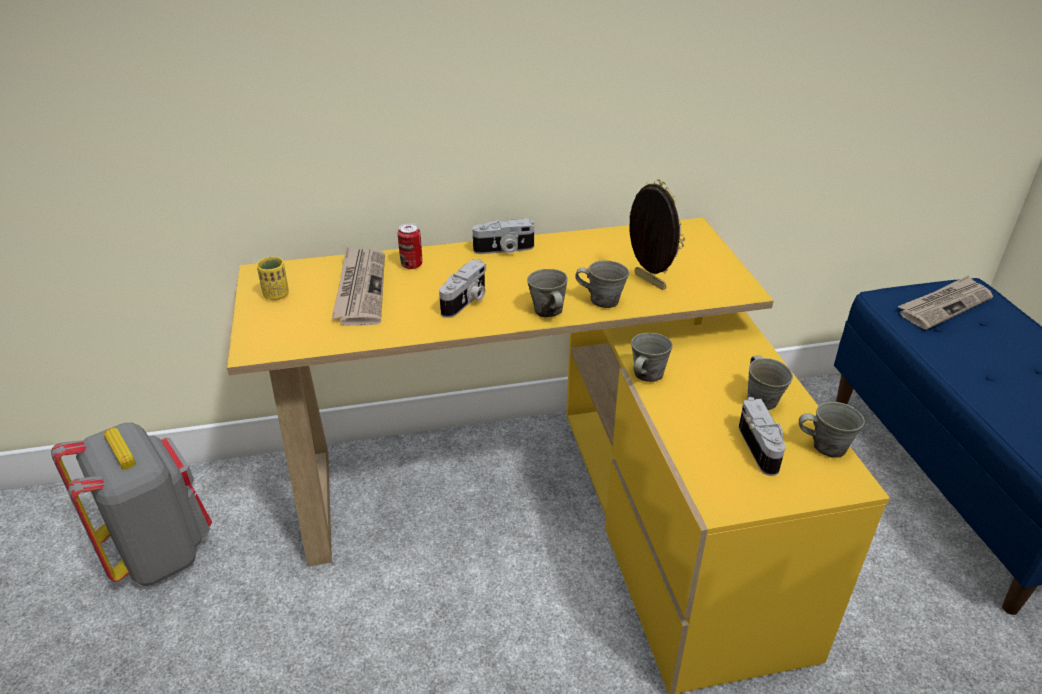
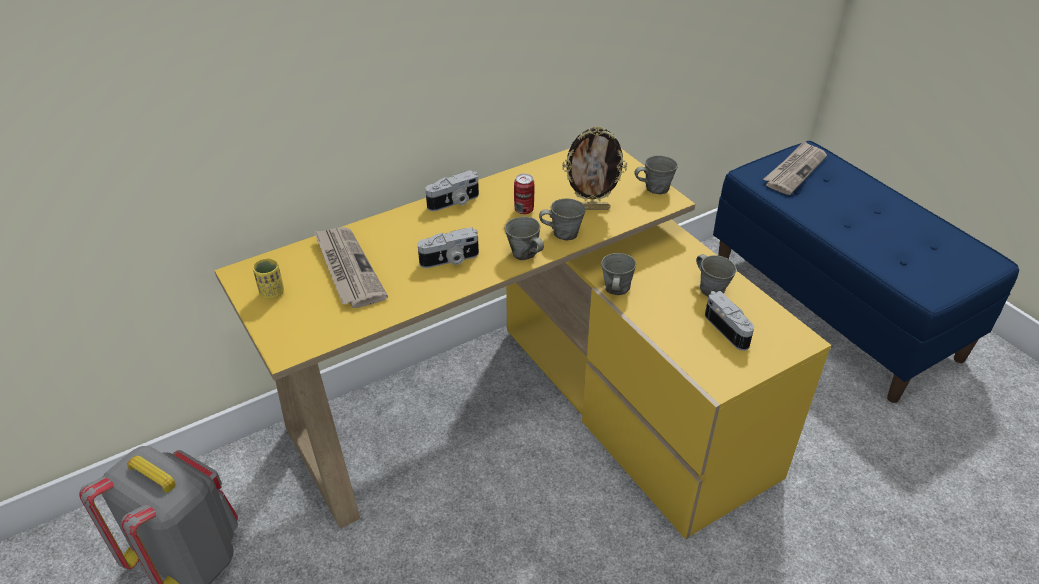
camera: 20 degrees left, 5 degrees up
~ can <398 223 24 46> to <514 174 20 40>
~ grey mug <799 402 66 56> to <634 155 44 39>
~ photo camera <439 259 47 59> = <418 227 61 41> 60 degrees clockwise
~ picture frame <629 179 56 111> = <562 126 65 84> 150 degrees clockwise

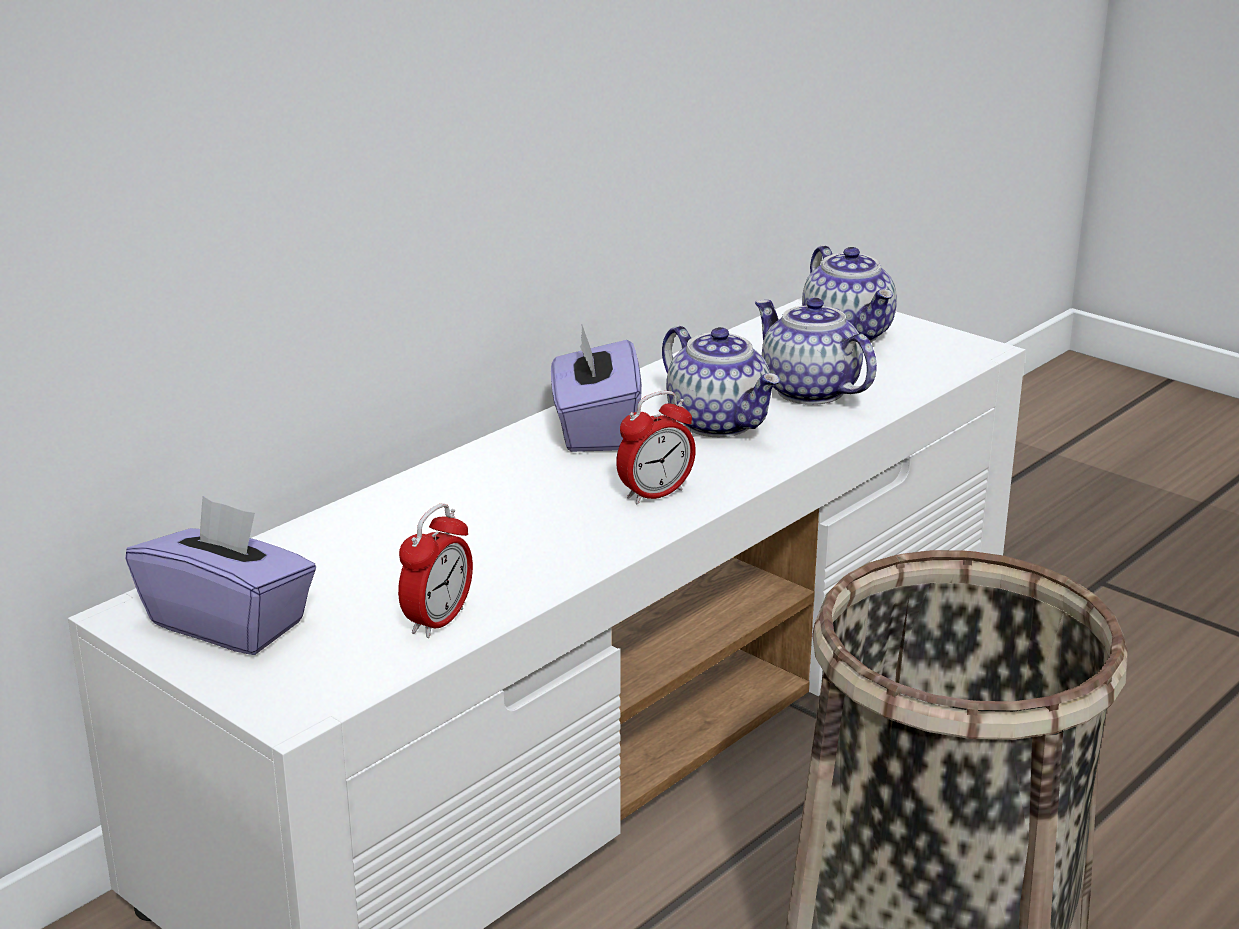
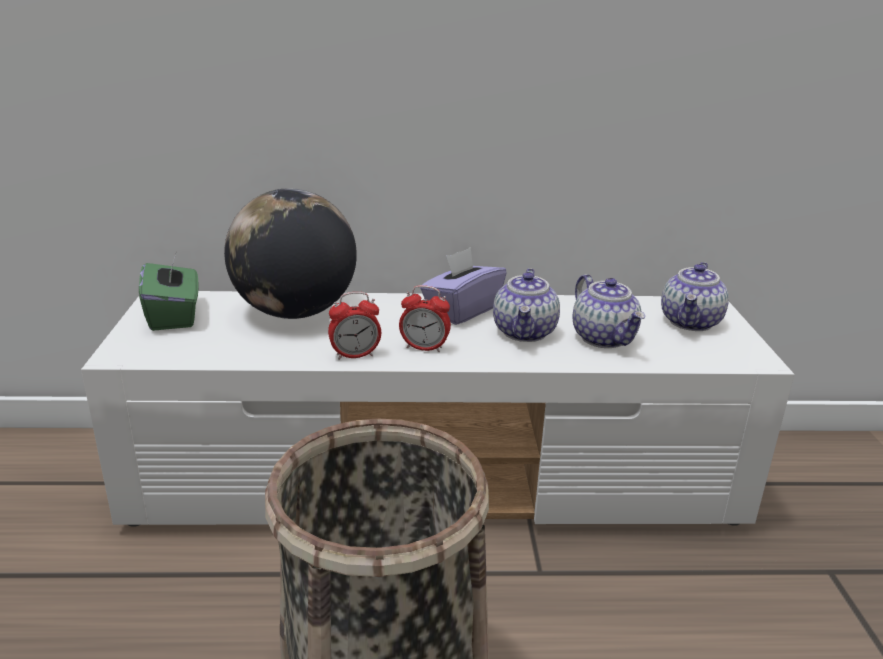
camera: 45 degrees right, 0 degrees up
+ globe <224 188 133 131>
~ alarm clock <398 503 75 135> to <328 292 53 68>
~ purple tissue box <125 496 191 159> to green tissue box <139 251 60 80>
~ teapot <755 298 122 107> = <573 274 72 74> 150 degrees clockwise

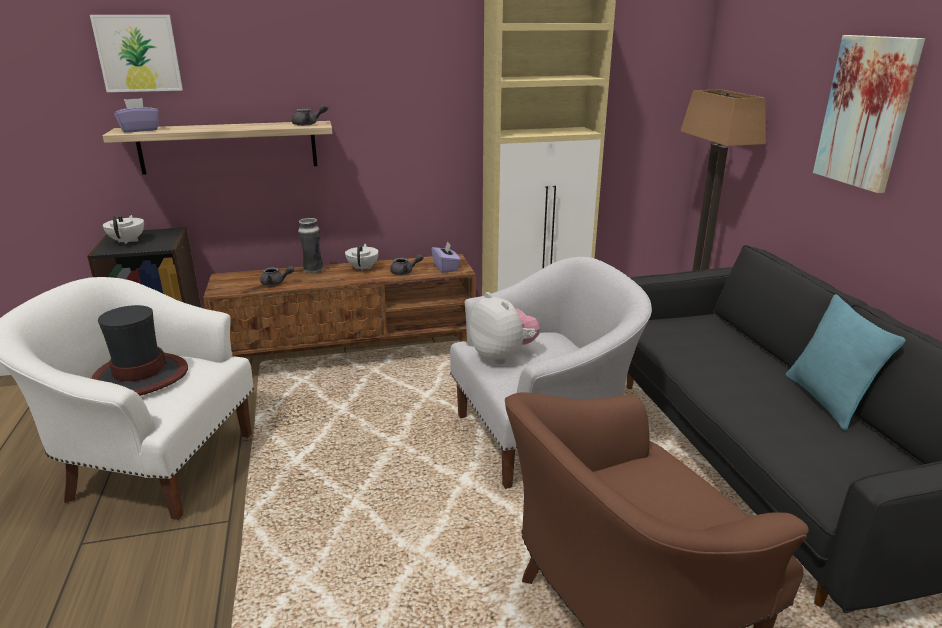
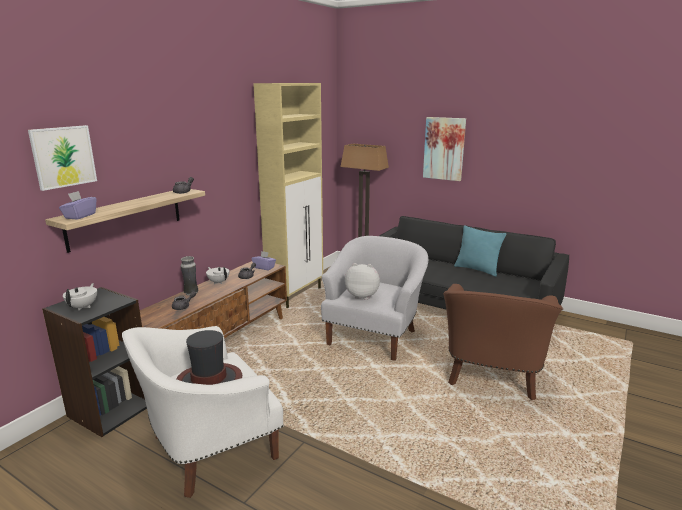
camera: 45 degrees left, 5 degrees down
~ white teapot <103 215 41 29> = <63 283 34 28> 60 degrees clockwise

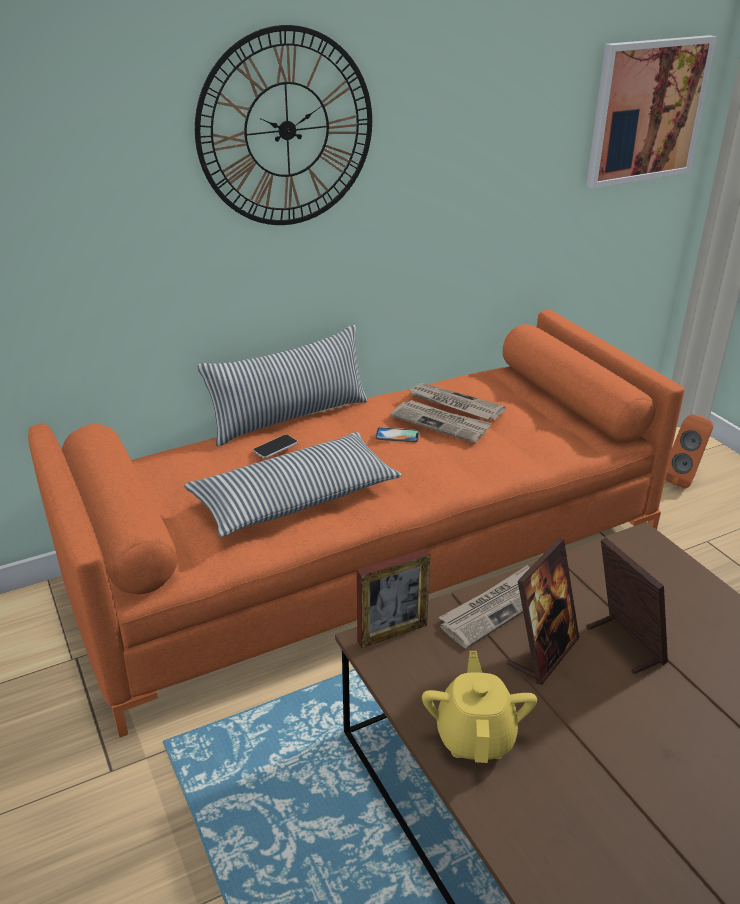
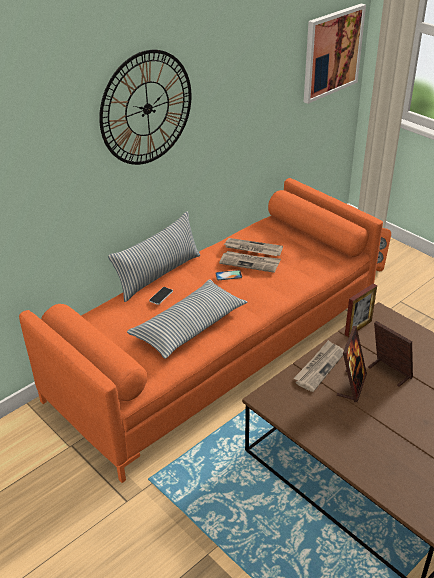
camera: 15 degrees left, 5 degrees up
- yellow teapot <422 651 115 112>
~ picture frame <357 549 73 99> to <345 283 32 54>

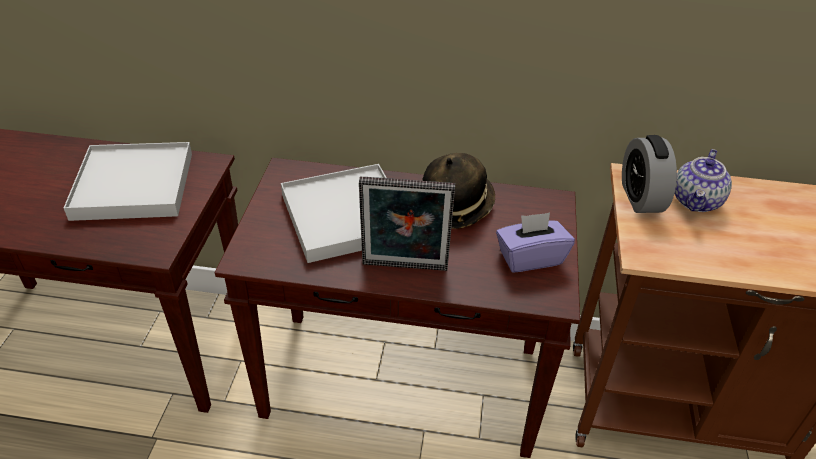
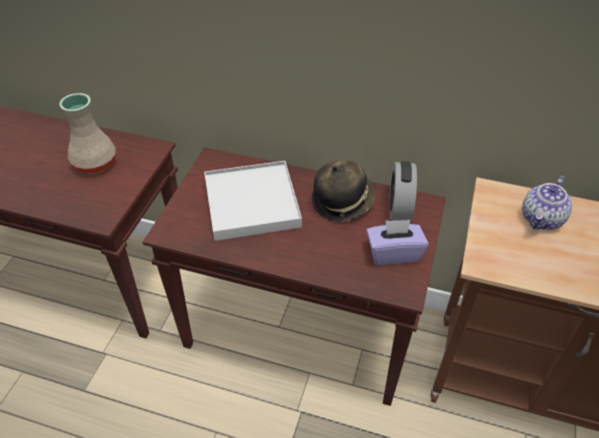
camera: 10 degrees right, 5 degrees up
- picture frame <359 177 96 94>
~ alarm clock <622 135 55 78> to <390 161 27 60>
~ white tray <64 142 128 79> to beige vase <59 93 57 81>

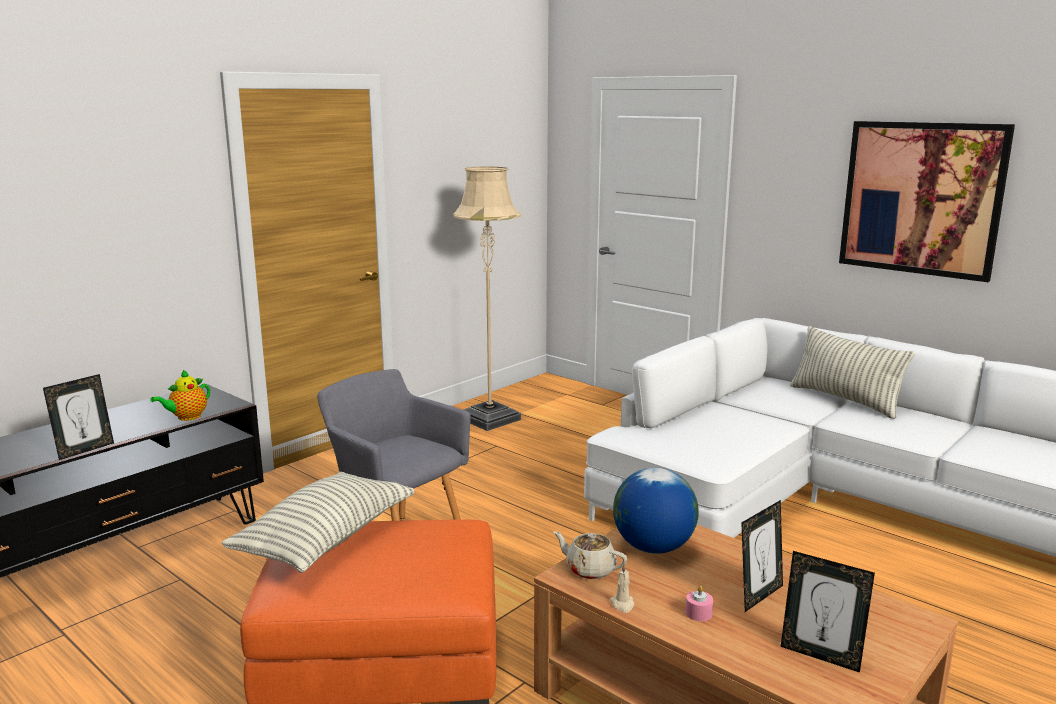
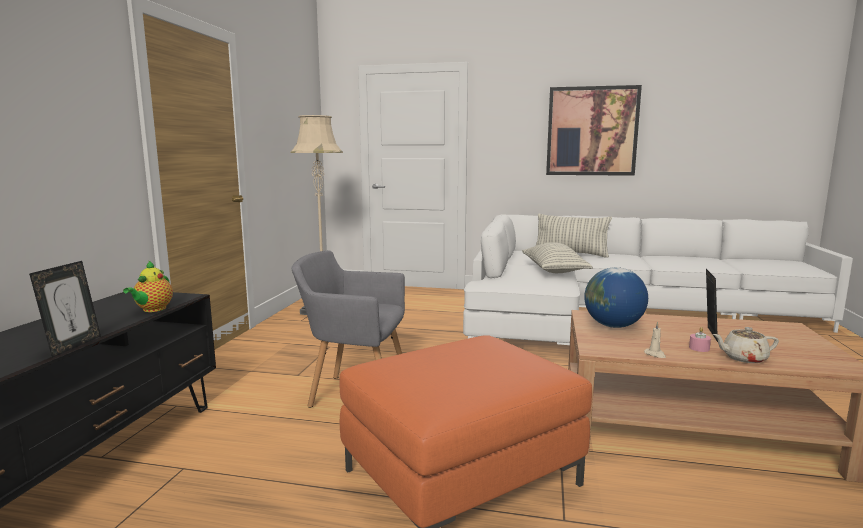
camera: 30 degrees left, 5 degrees down
- picture frame <780 551 95 122>
~ pillow <222 472 193 101> to <522 242 71 31>
~ beige teapot <553 531 74 48> to <713 327 66 36>

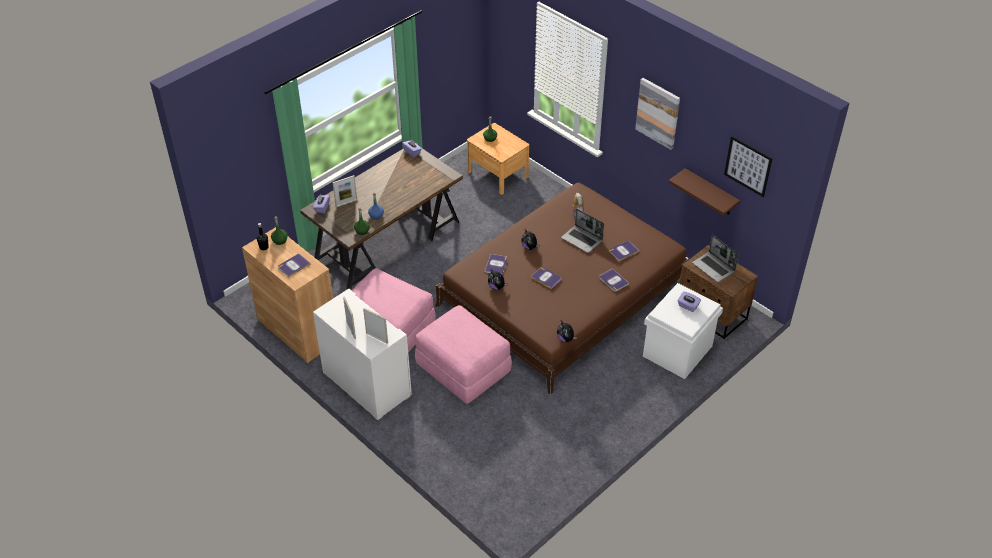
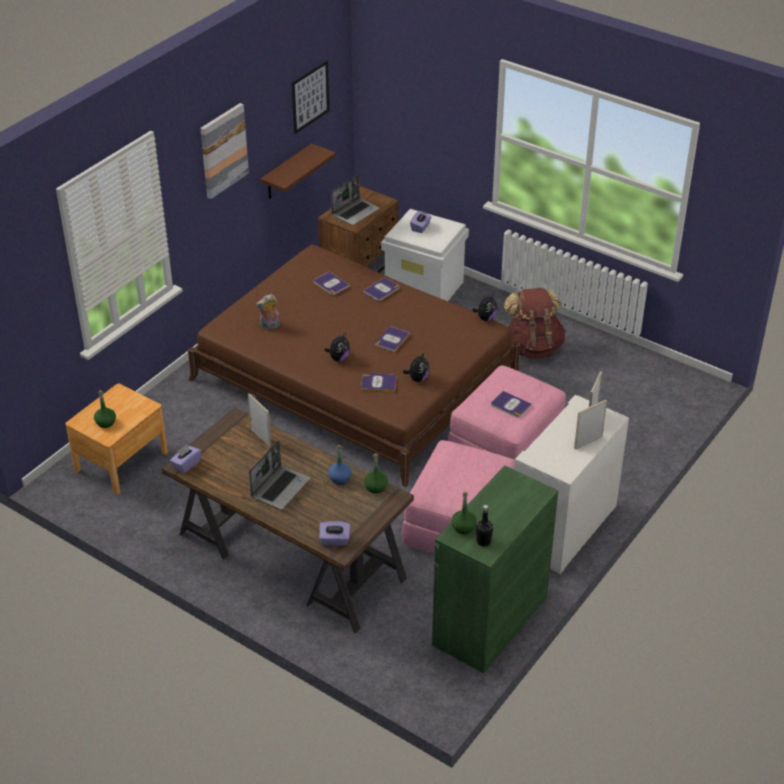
camera: 100 degrees left, 5 degrees down
+ brown backpack <504 288 62 71>
~ book <278 254 33 23> to <491 391 41 27>
~ picture frame <332 175 25 32> to <248 394 24 53>
~ laptop <561 208 43 45> to <249 440 61 70>
~ brown cabinet <242 227 91 136> to green cabinet <432 465 126 208>

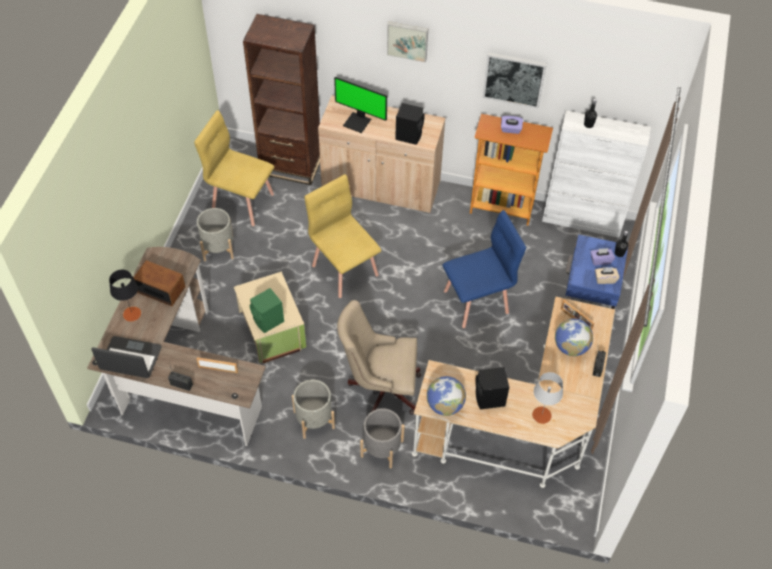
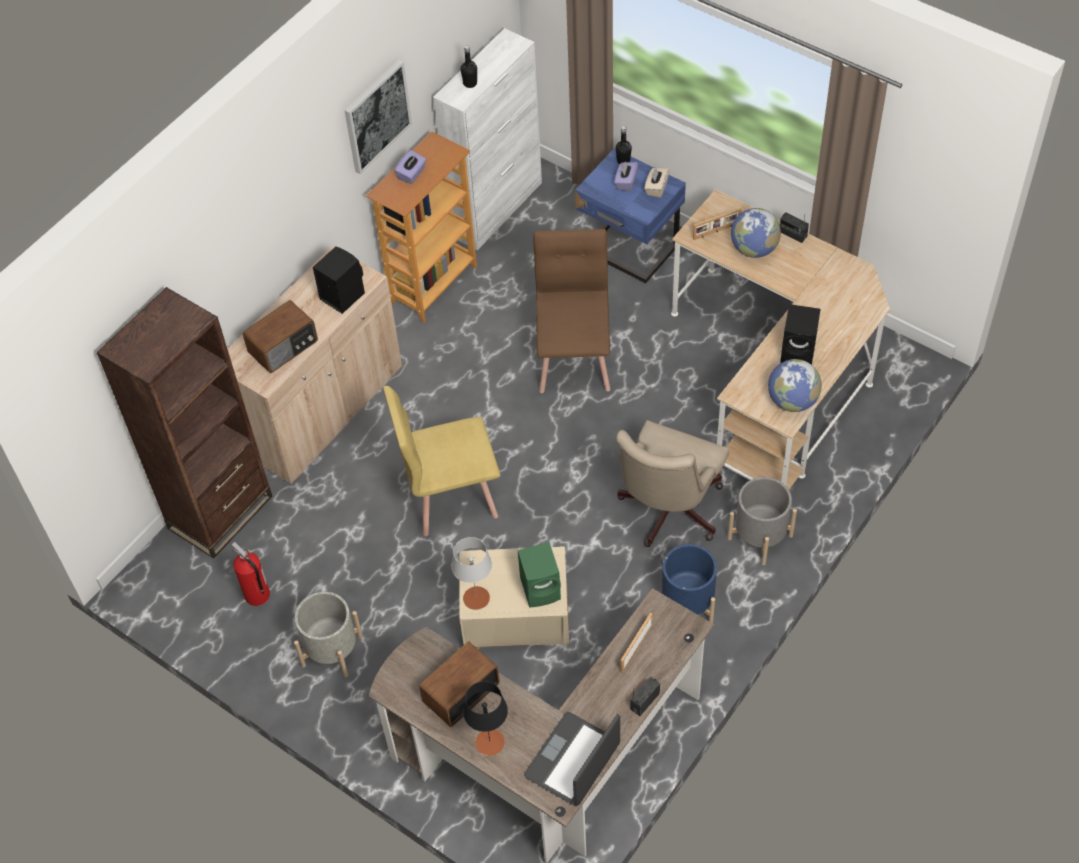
camera: 65 degrees left, 0 degrees up
- picture <387 21 41 42>
~ grey table lamp <532 372 31 52> to <452 537 40 73>
~ yellow chair <194 110 80 116> to fire extinguisher <232 542 38 64>
~ monitor <334 77 53 56> to radio <243 300 75 73>
~ grey planter <292 380 43 59> to blue planter <662 544 55 79>
~ blue chair <442 210 84 118> to brown chair <533 229 77 164>

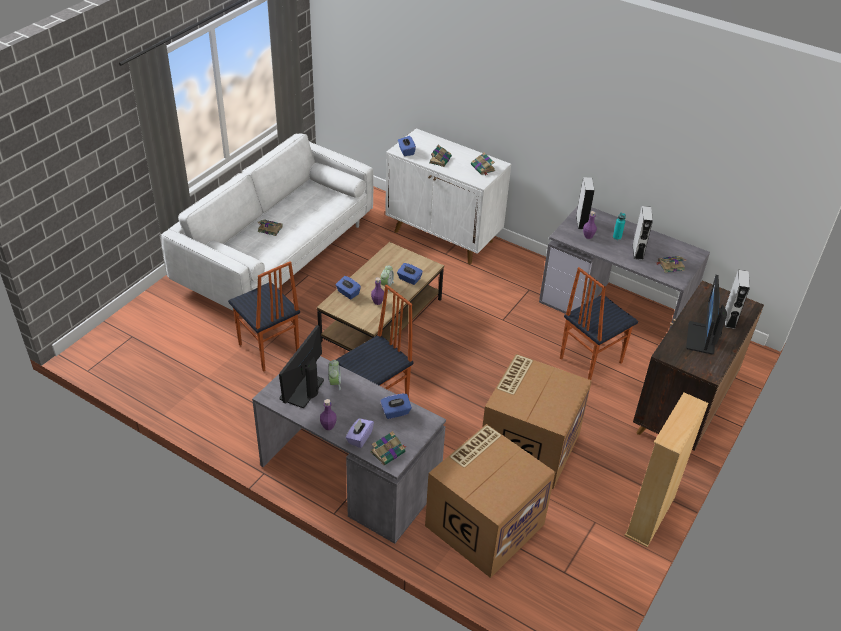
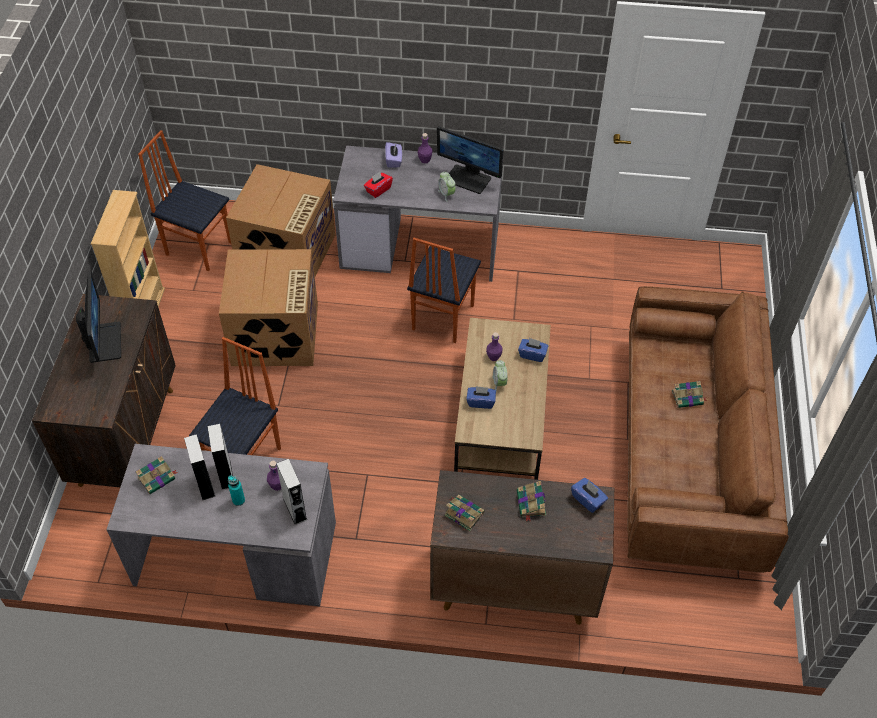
camera: 155 degrees right, 10 degrees up
- book <370 431 37 34>
~ chair <228 261 72 111> to <138 130 93 141>
~ grey speaker <725 270 25 59> to <207 424 26 65>
~ white sofa <160 134 214 177> to brown sofa <627 286 162 287>
~ blue tissue box <380 394 32 25> to red tissue box <364 172 29 26>
~ white cabinet <385 128 126 136> to brown cabinet <430 470 184 155>
~ monitor <279 325 45 83> = <437 126 66 68> 120 degrees clockwise

